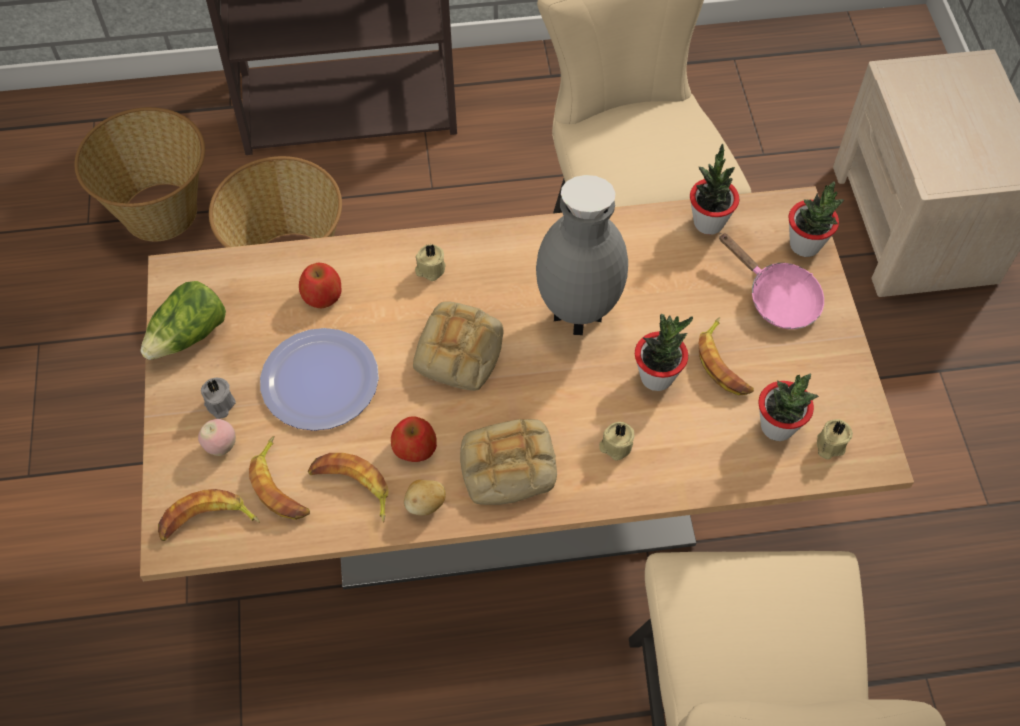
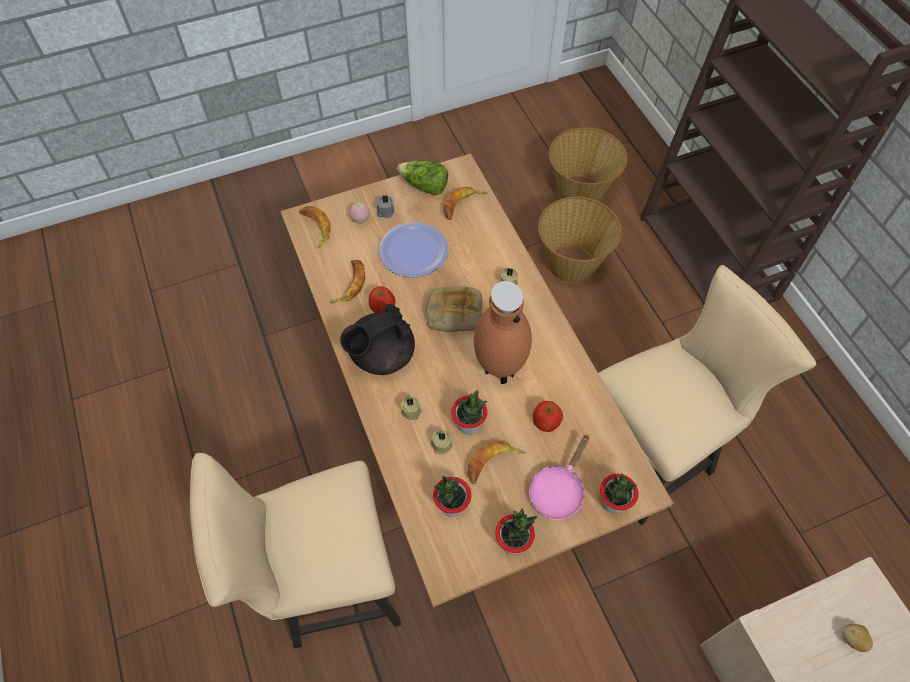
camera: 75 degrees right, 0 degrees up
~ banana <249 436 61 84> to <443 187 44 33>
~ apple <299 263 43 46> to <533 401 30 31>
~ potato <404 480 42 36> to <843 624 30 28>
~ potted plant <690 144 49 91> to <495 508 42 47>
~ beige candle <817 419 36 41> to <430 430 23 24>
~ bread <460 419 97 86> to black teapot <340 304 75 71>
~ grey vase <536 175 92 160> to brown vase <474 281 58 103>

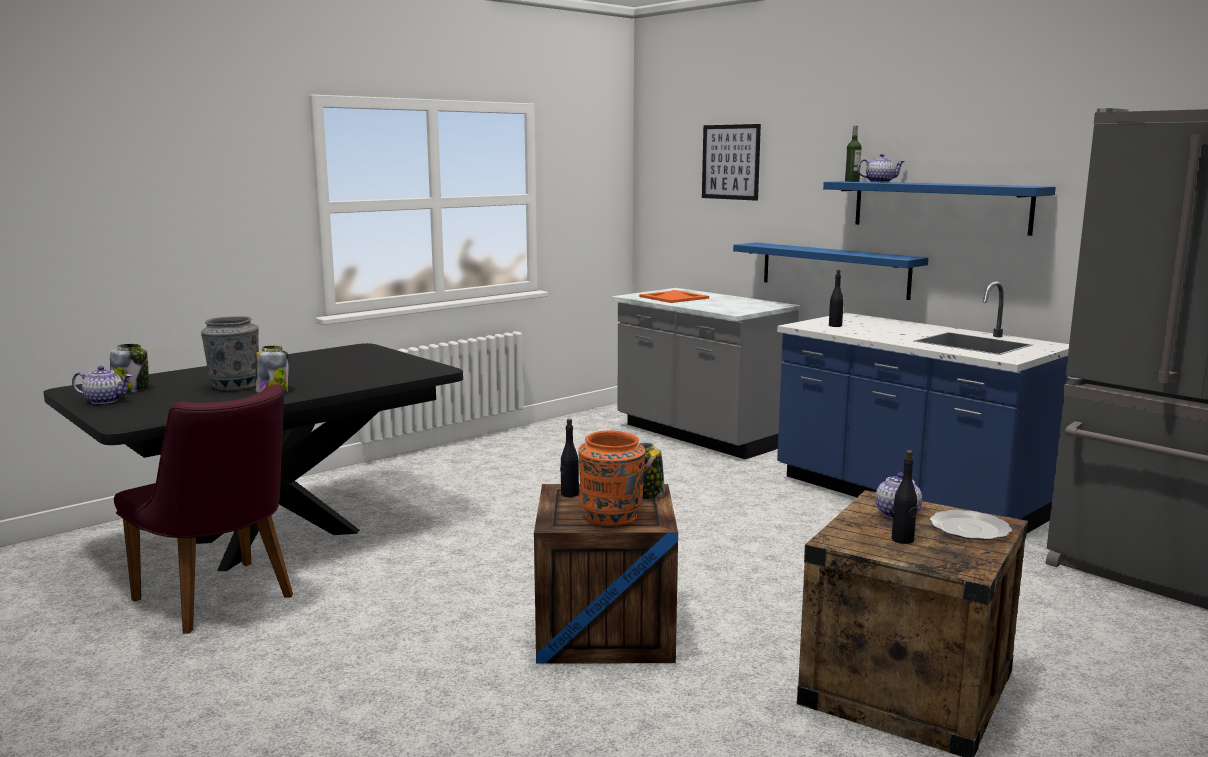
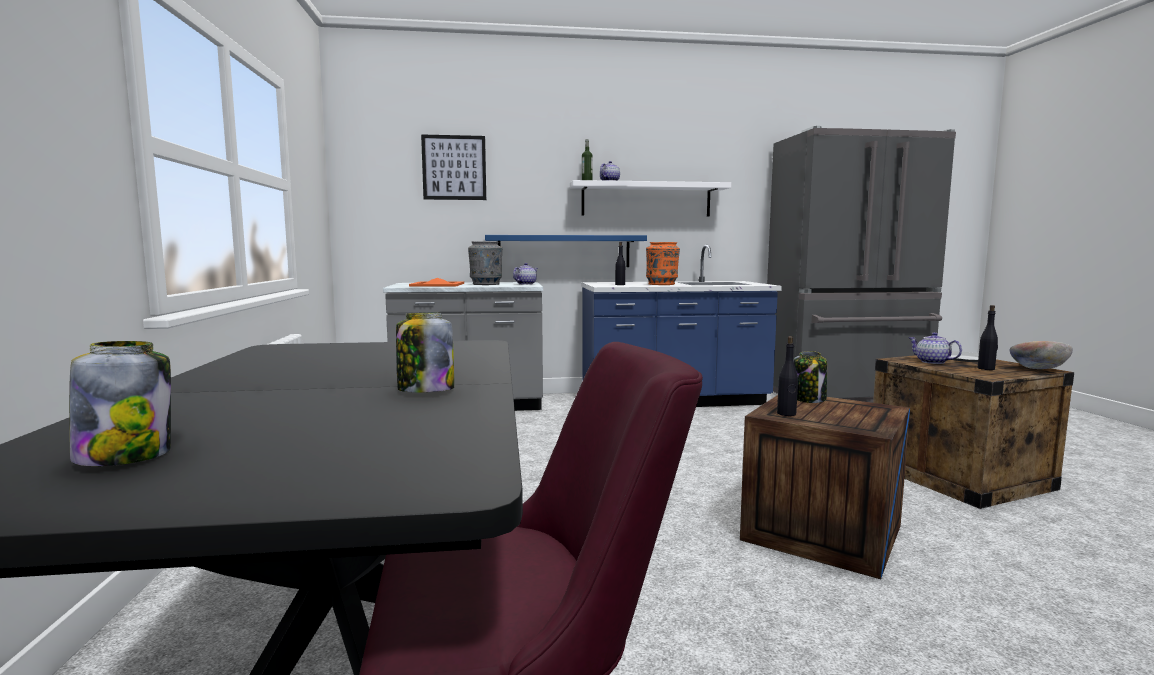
camera: 55 degrees left, 5 degrees down
+ bowl <1009 341 64 28>
~ teapot <72 366 60 38> to <513 263 25 22>
~ grey vase <201 316 58 75> to <468 241 34 44>
~ orange vase <578 431 67 95> to <646 242 34 43>
~ blue shelf <823 181 233 55> to white shelf <570 180 161 36>

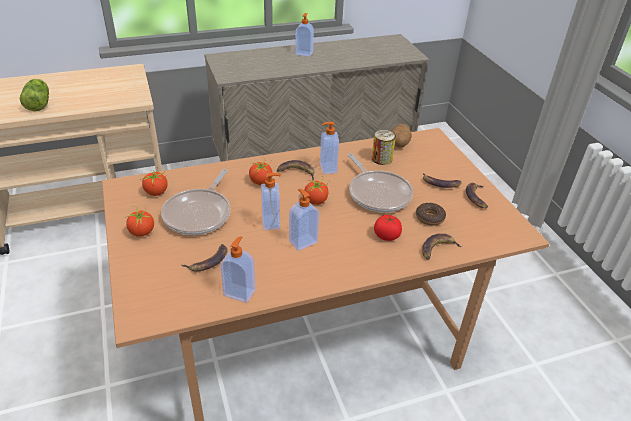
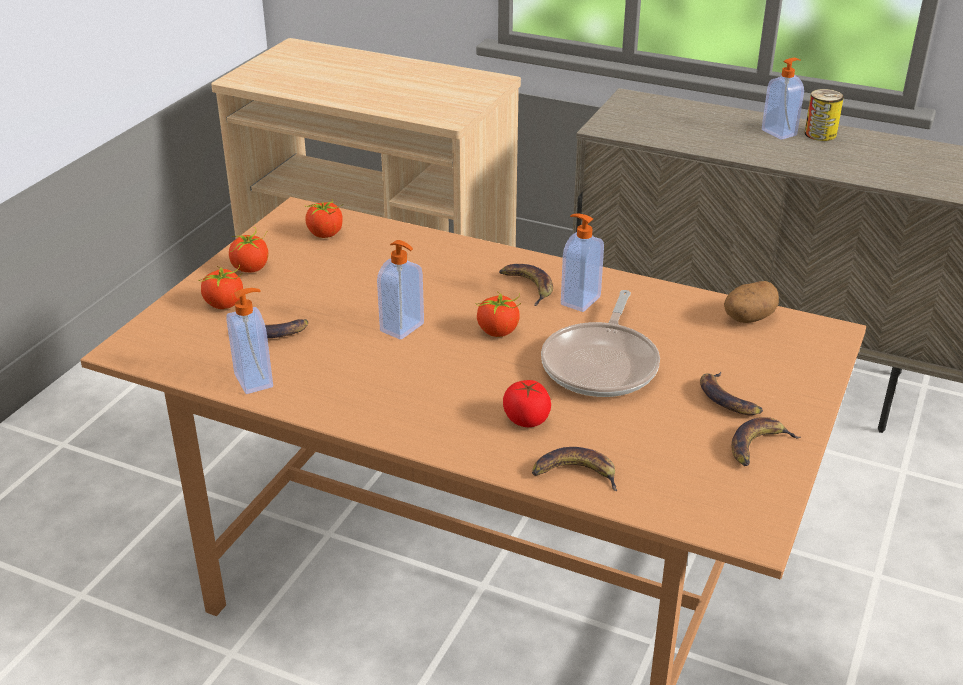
camera: 45 degrees right, 5 degrees down
- lettuce <20 79 29 32>
- frying pan <161 169 69 66>
- soap dispenser <289 189 30 62>
- donut <416 203 30 23>
~ tomato <249 157 24 28> to <198 265 45 44>
~ can <372 130 24 35> to <805 89 39 52>

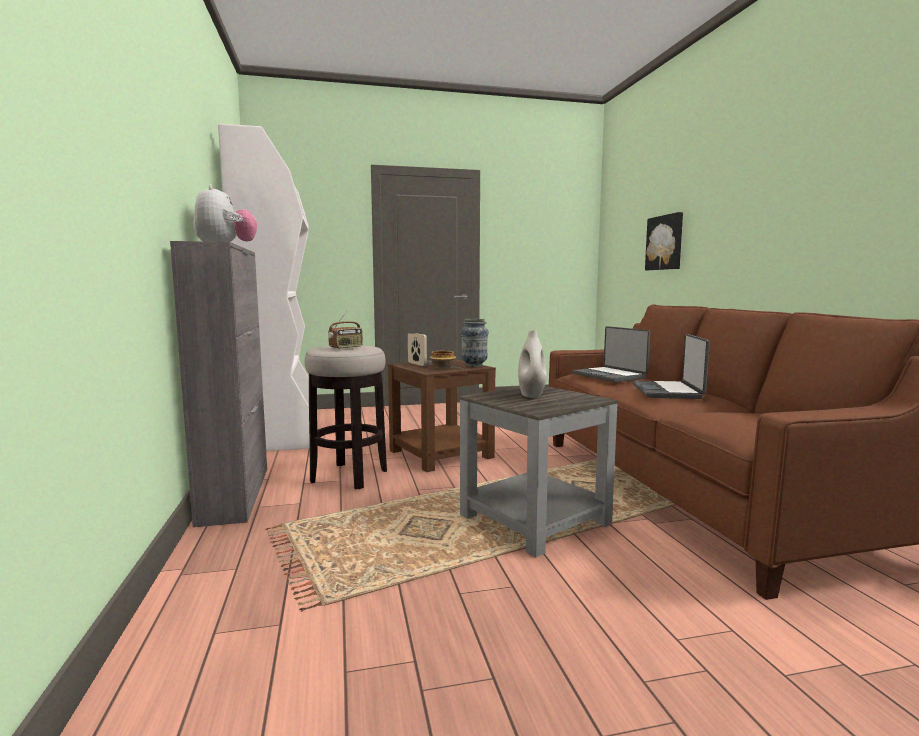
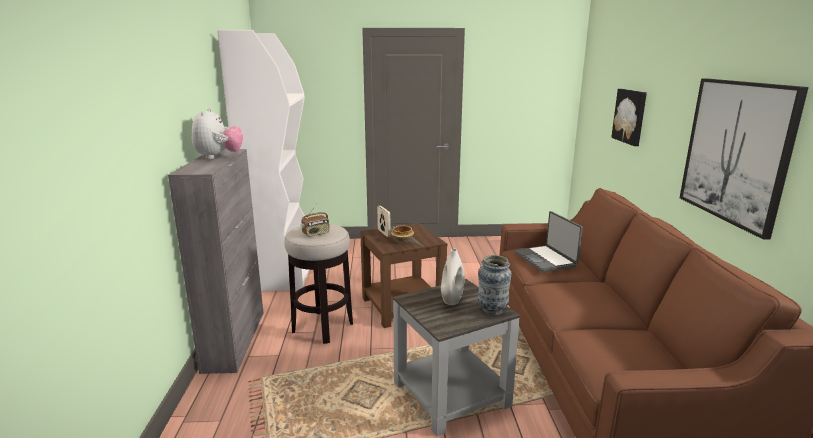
camera: 10 degrees right, 10 degrees up
- laptop <633 334 77 65>
+ picture <680 78 129 162>
~ vase <461 319 28 48> to <478 255 34 60>

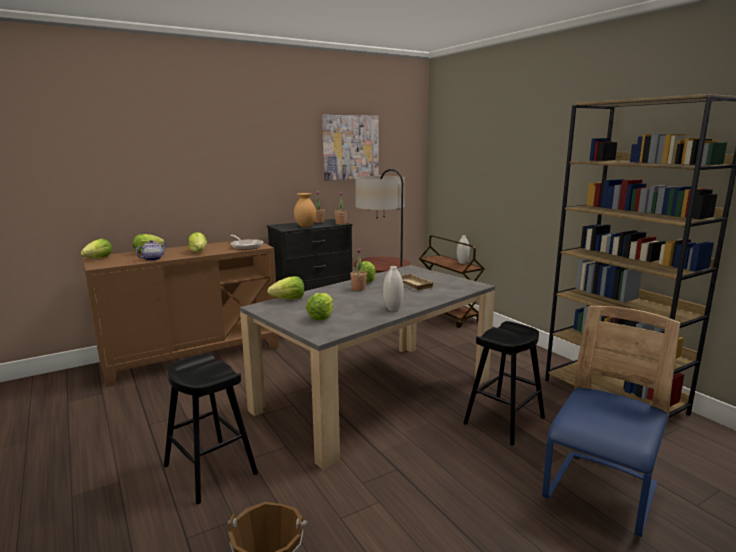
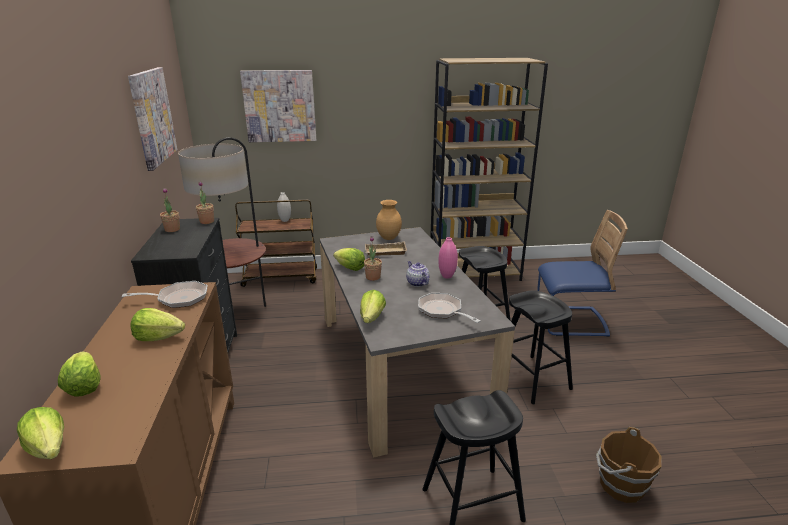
camera: 65 degrees left, 10 degrees up
+ picture <240 70 76 72>
+ black stool <509 290 64 114>
~ teapot <136 240 30 21> to <406 261 24 26>
~ brown vase <294 193 22 34> to <376 200 26 40>
~ lettuce <306 293 27 28> to frying pan <418 293 63 30>
~ white vase <383 266 20 45> to pink vase <438 237 20 42>
~ blue chair <542 306 138 231> = <537 210 91 127> 120 degrees clockwise

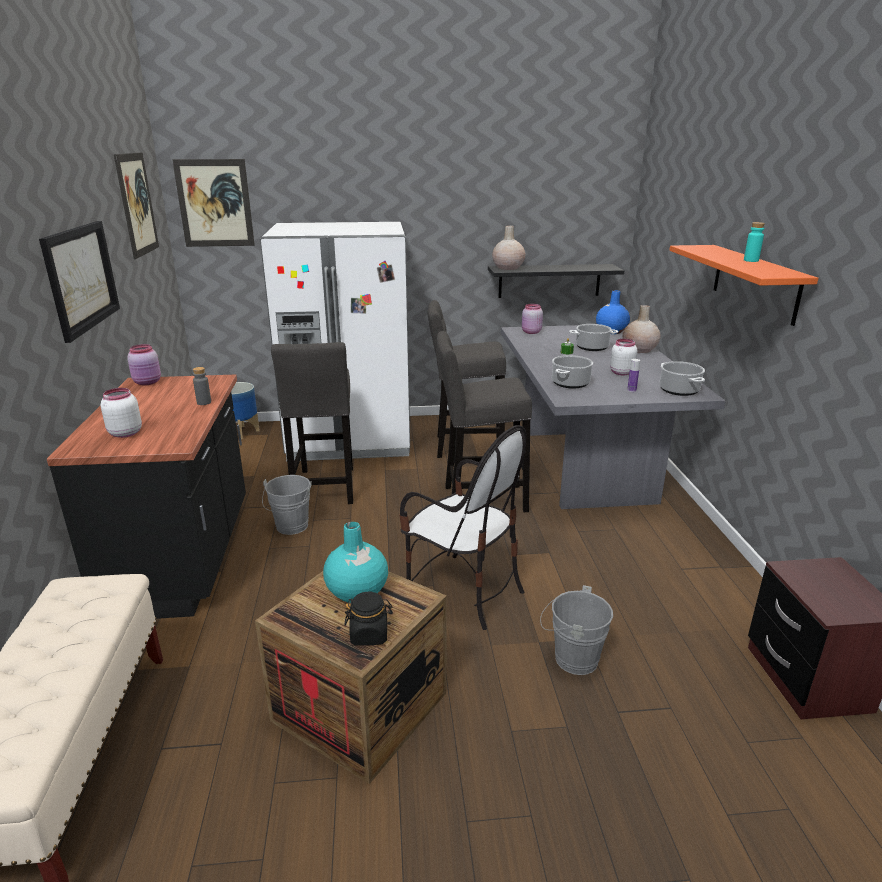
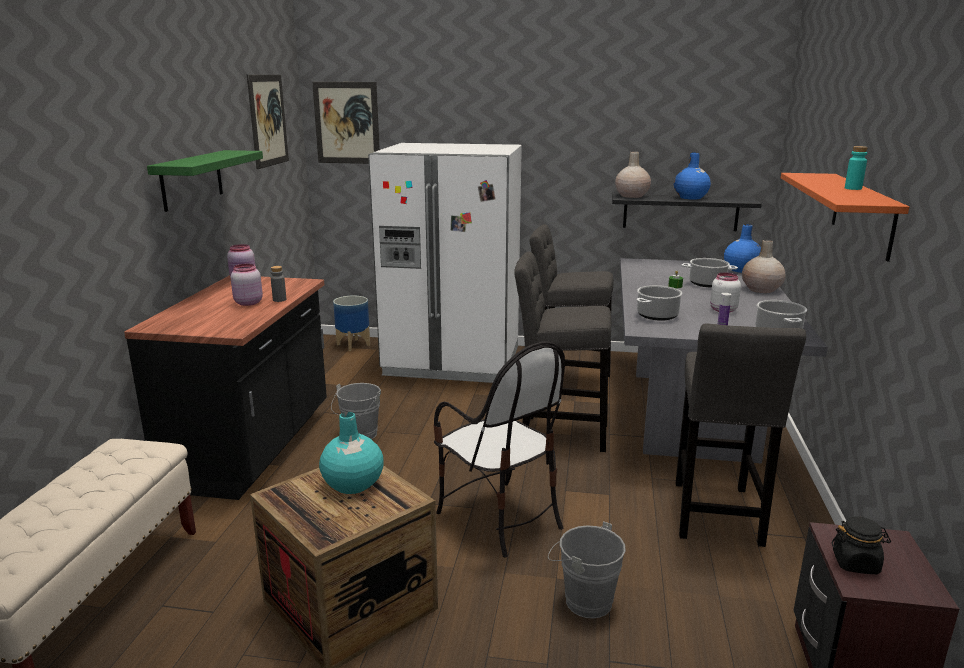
camera: 15 degrees right, 5 degrees down
- white jar <101 388 41 50>
+ blue vase <674 153 37 47>
~ grey stool <271 342 82 162> to <676 323 130 224>
~ black jar <345 592 47 54> to <832 516 59 58>
~ pink jar <522 304 21 30> to <231 264 32 42>
~ picture <39 221 81 122> to green shelf <147 150 116 62>

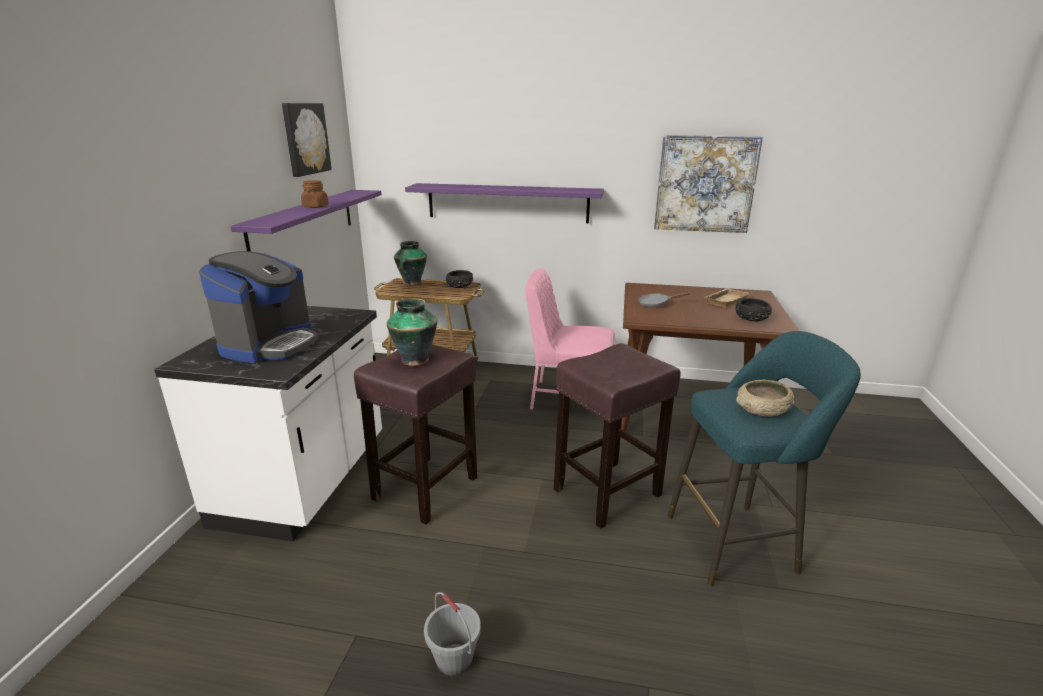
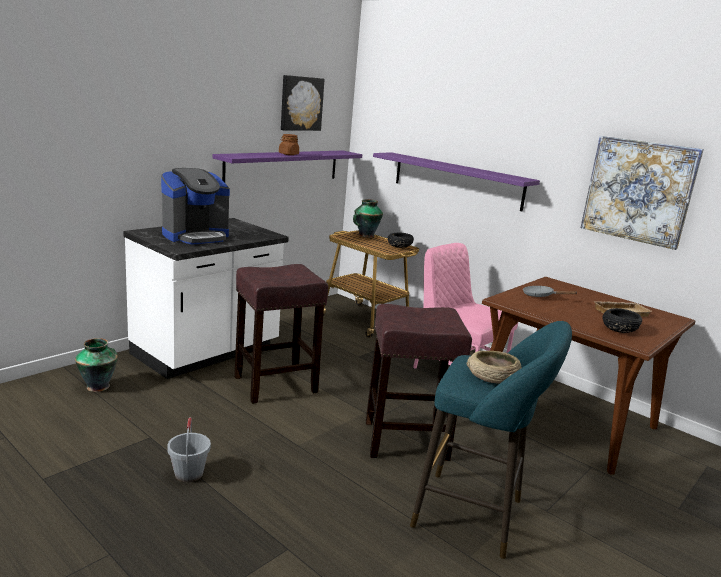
camera: 30 degrees right, 5 degrees down
~ vase <386 298 51 68> to <75 338 43 54>

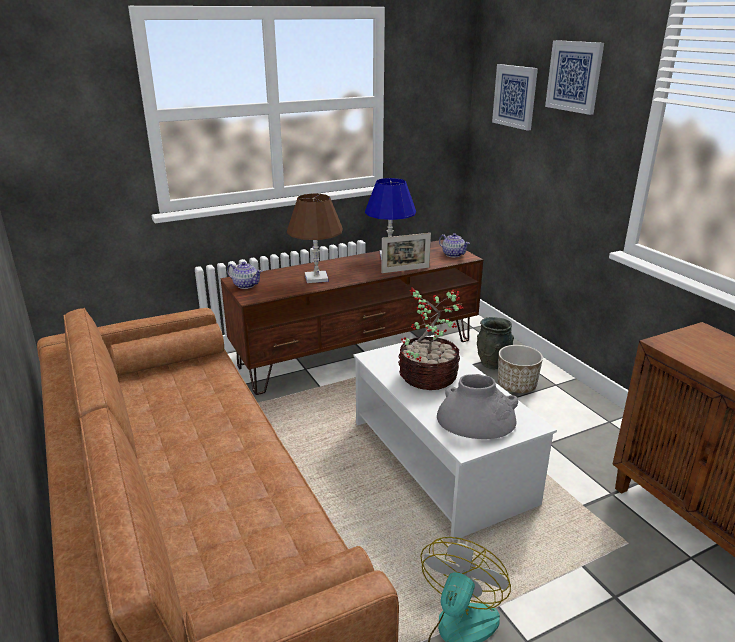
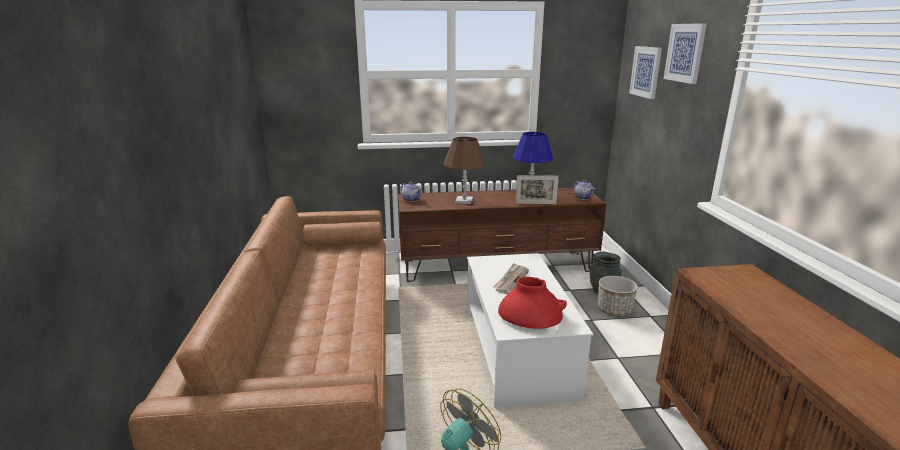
camera: 20 degrees right, 5 degrees down
~ potted plant <398 287 65 103> to newspaper <493 263 36 31>
~ grey vase <437 374 81 65> to red vase <498 277 69 52>

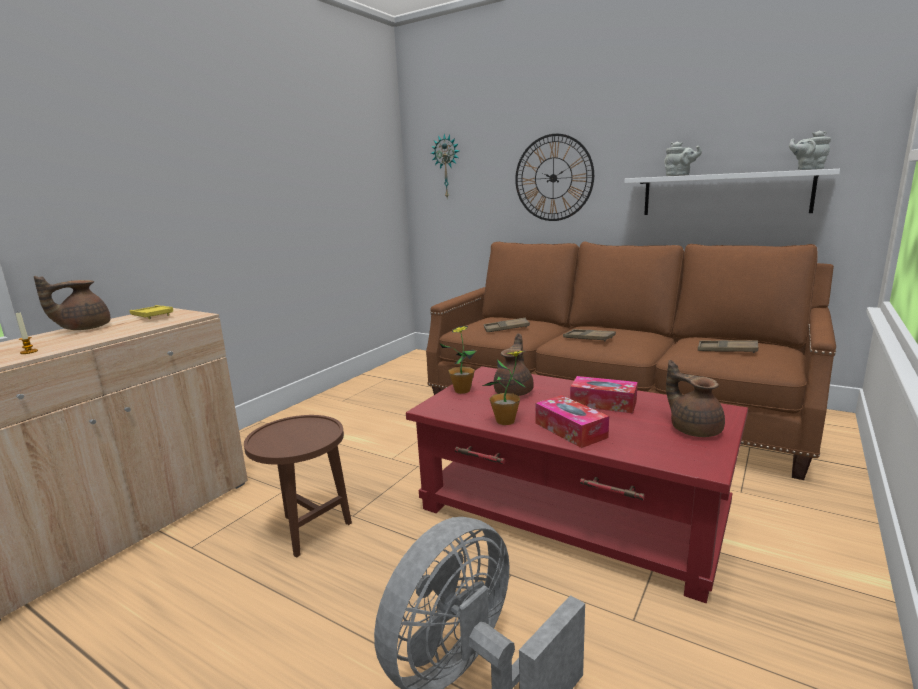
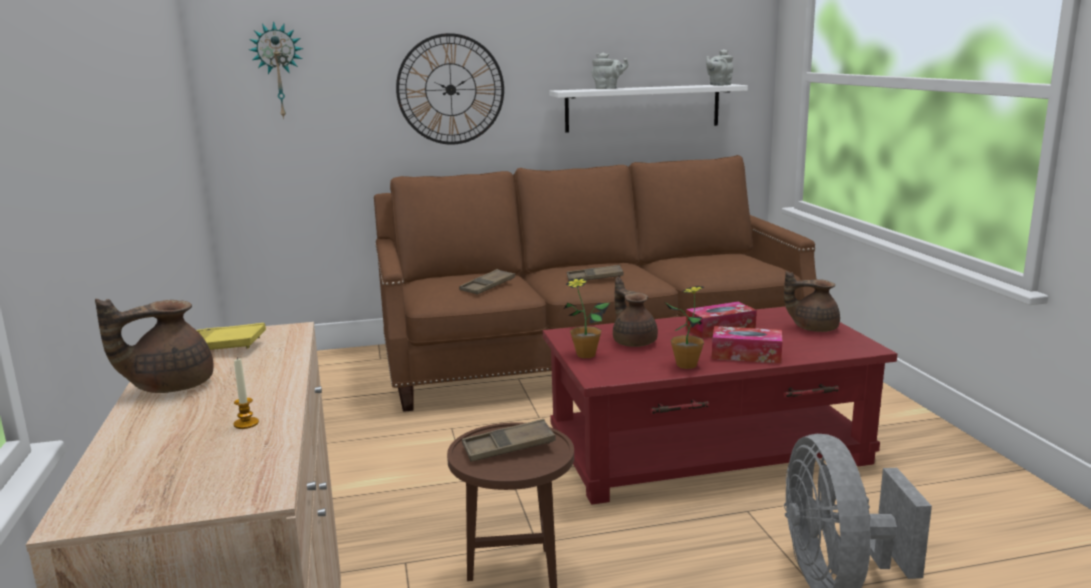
camera: 45 degrees left, 0 degrees up
~ brown tray <698 340 60 13> to <462 419 94 43>
~ brown teapot <34 276 76 54> = <95 299 119 94> 60 degrees clockwise

